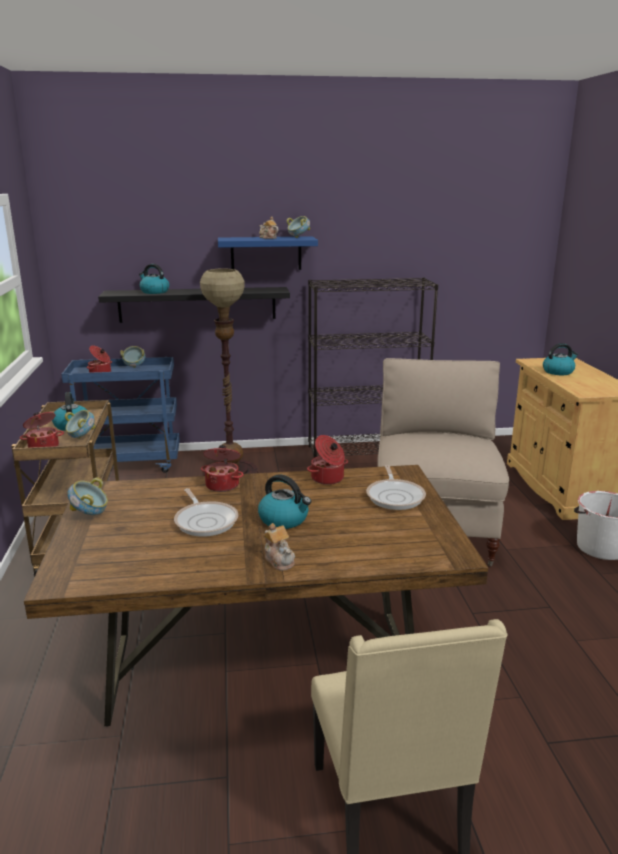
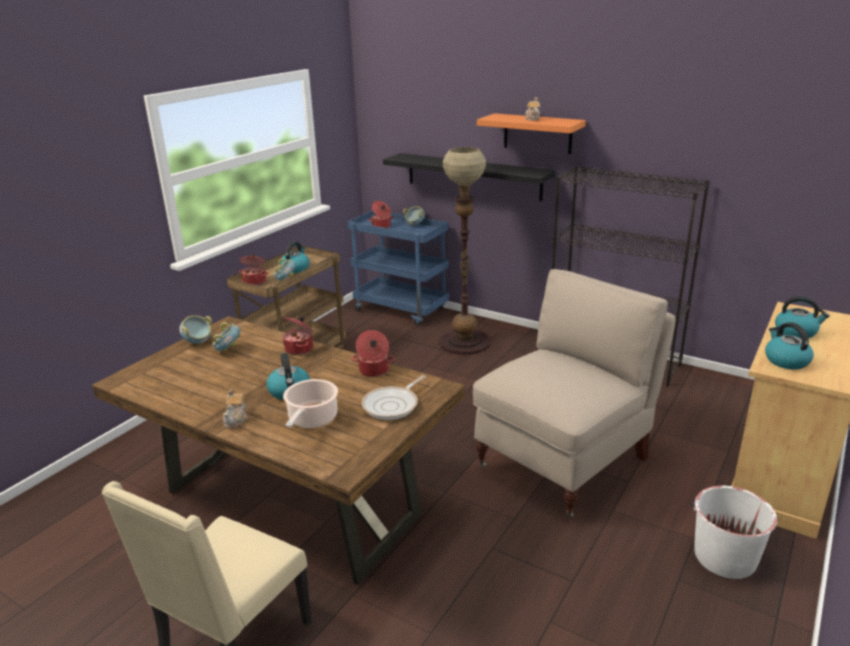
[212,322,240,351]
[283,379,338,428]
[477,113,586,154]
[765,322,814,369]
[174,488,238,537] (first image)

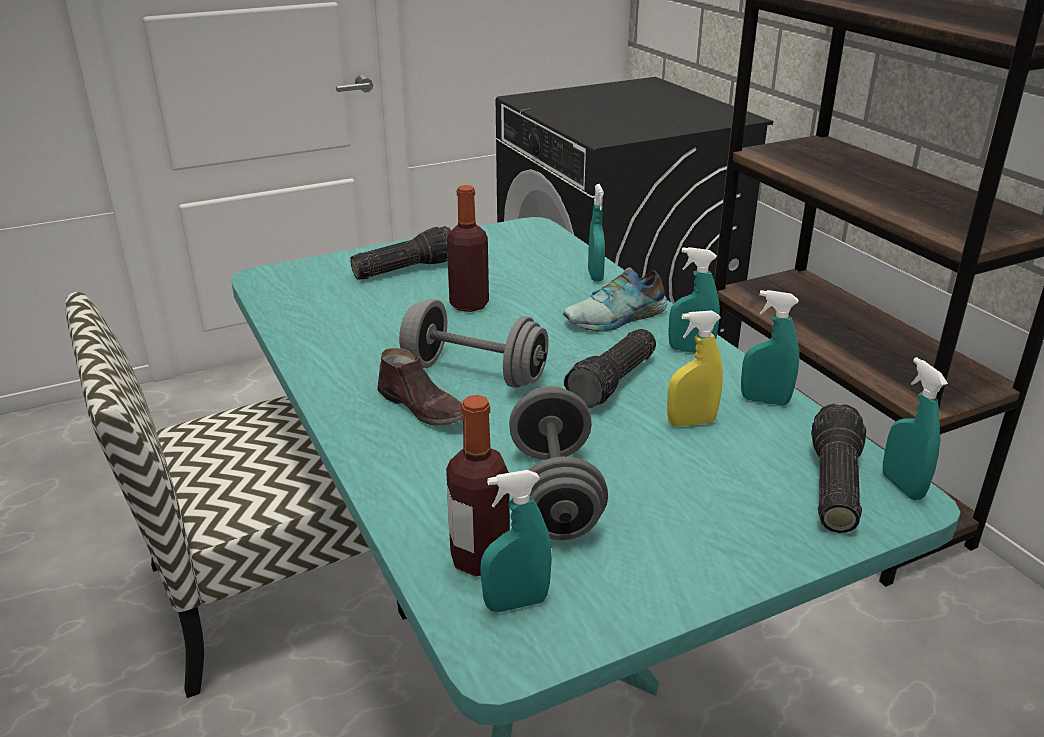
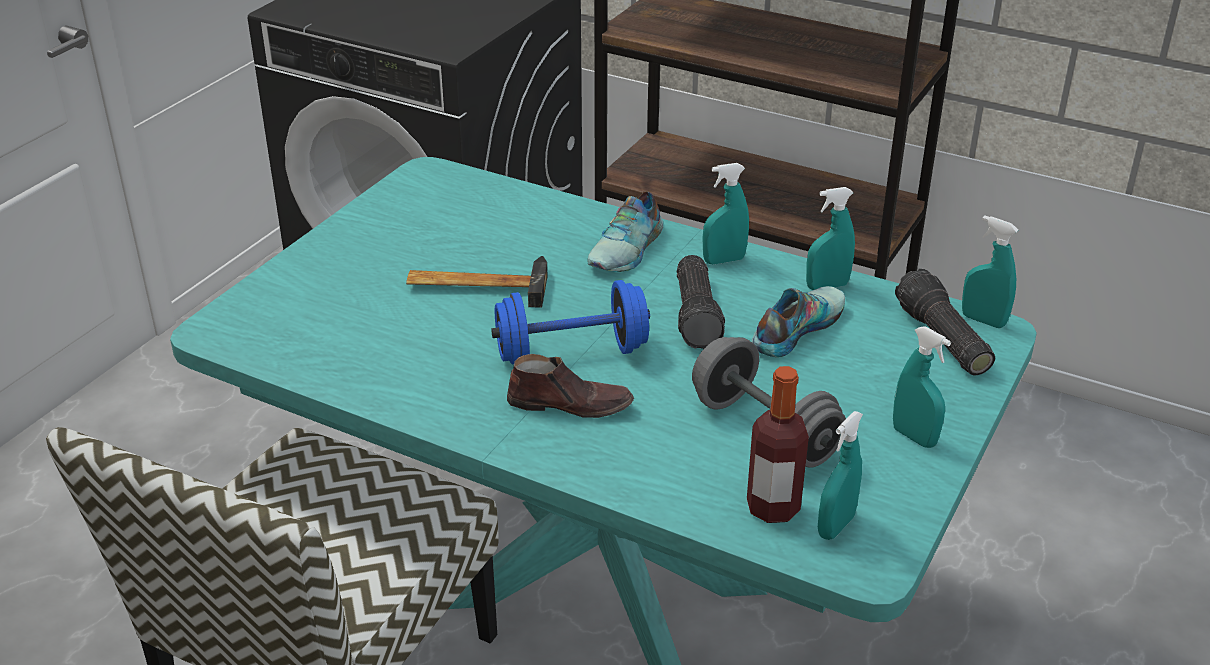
[406,256,548,308]
[491,280,650,364]
[751,286,845,357]
[893,326,951,448]
[350,226,451,280] (first image)

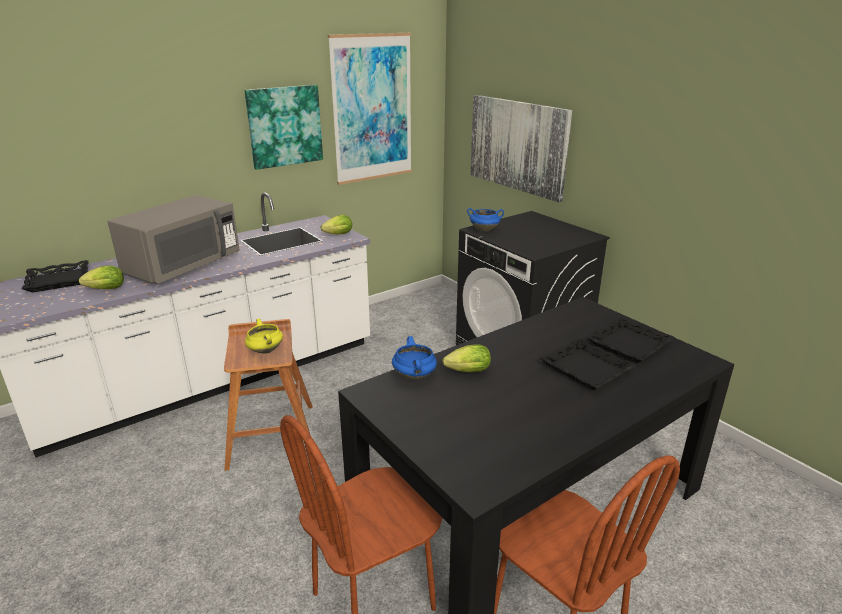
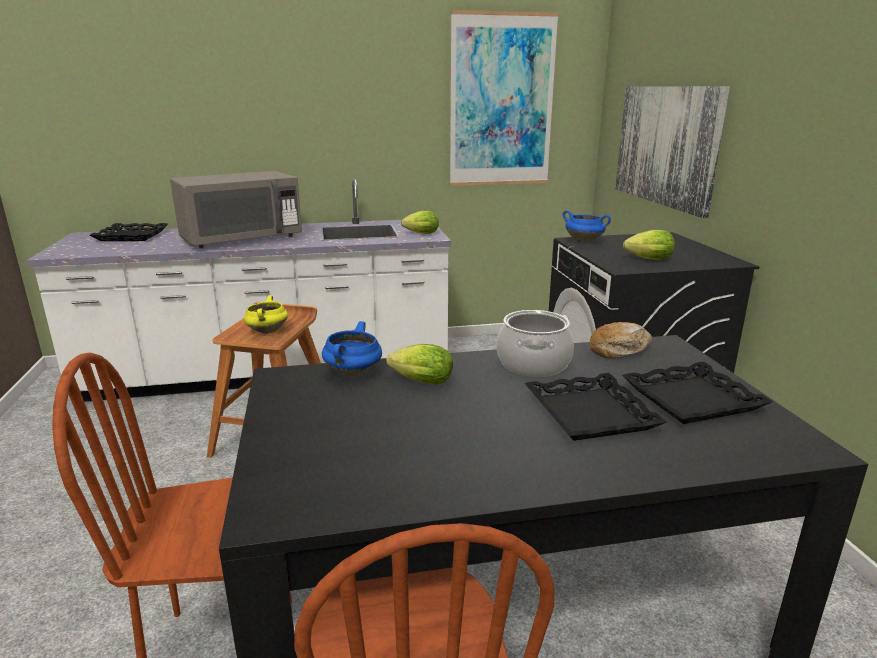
[497,310,574,377]
[590,322,652,359]
[623,230,675,260]
[245,85,323,170] (first image)

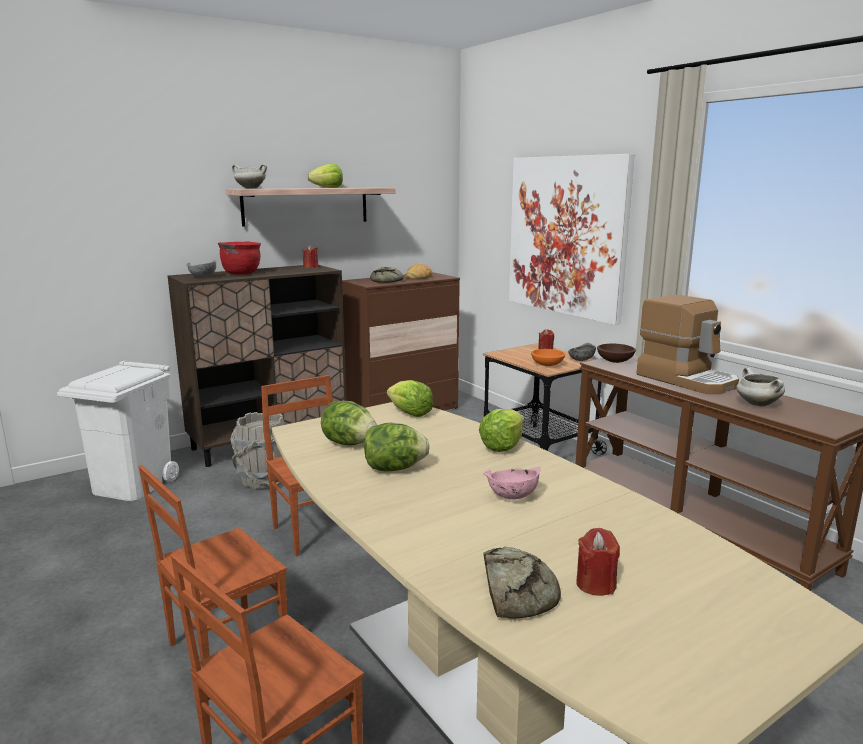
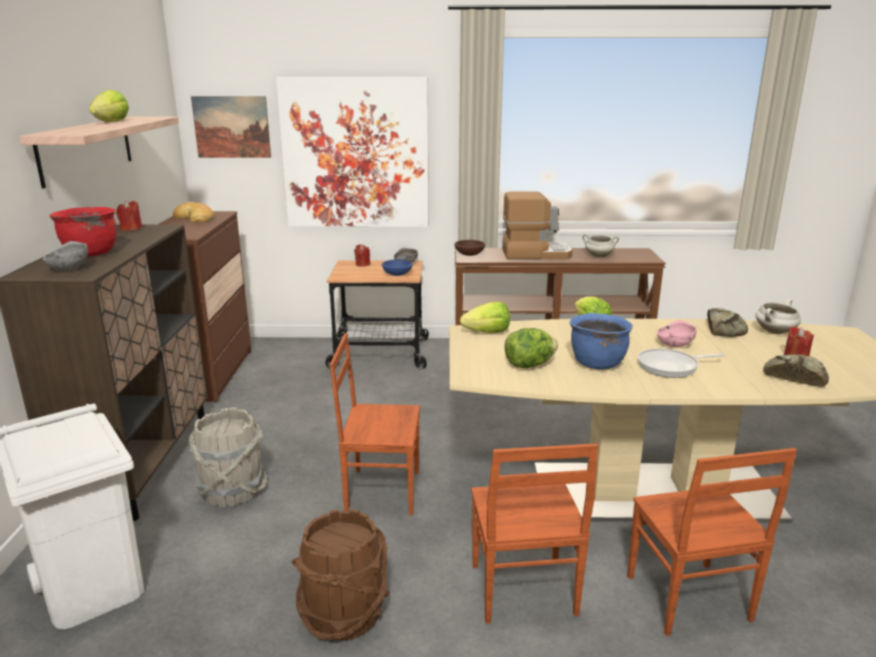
[191,96,271,158]
[292,509,390,641]
[382,259,413,276]
[570,313,633,370]
[638,348,725,378]
[707,308,748,337]
[755,299,801,334]

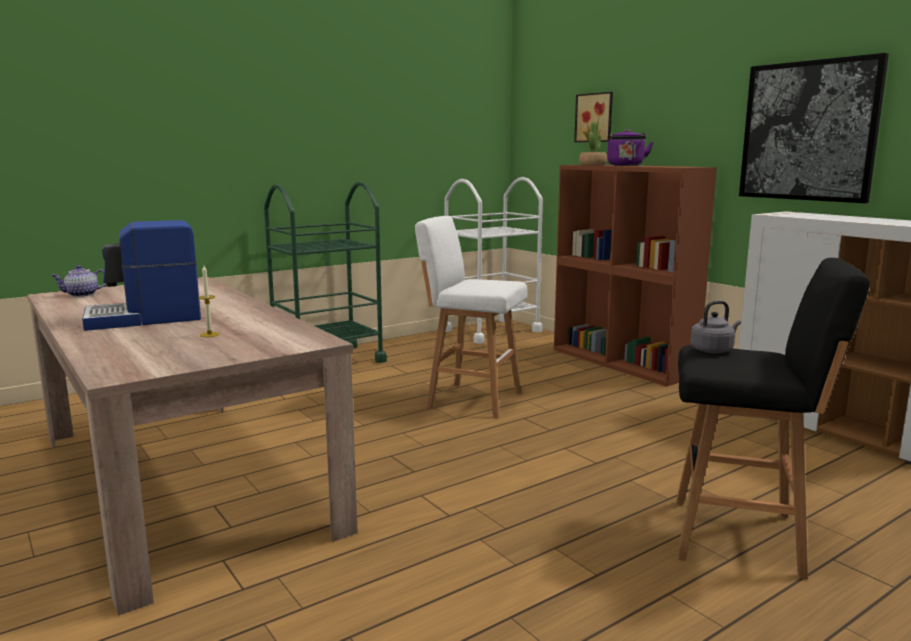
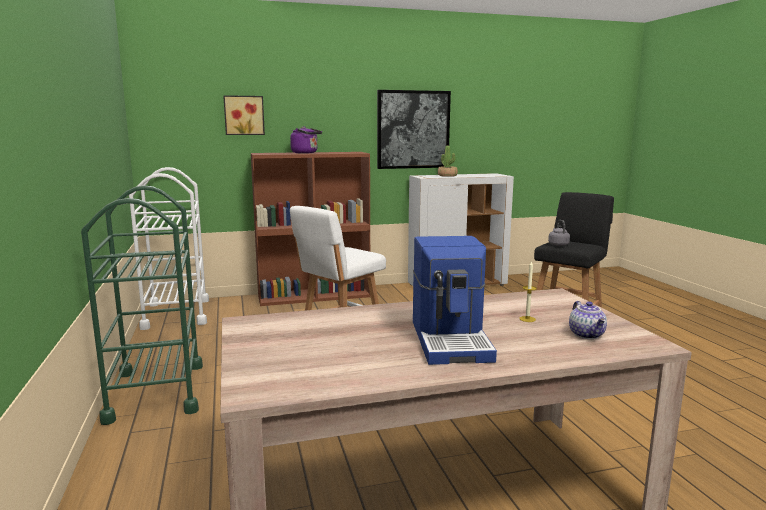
[438,145,458,177]
[569,301,607,339]

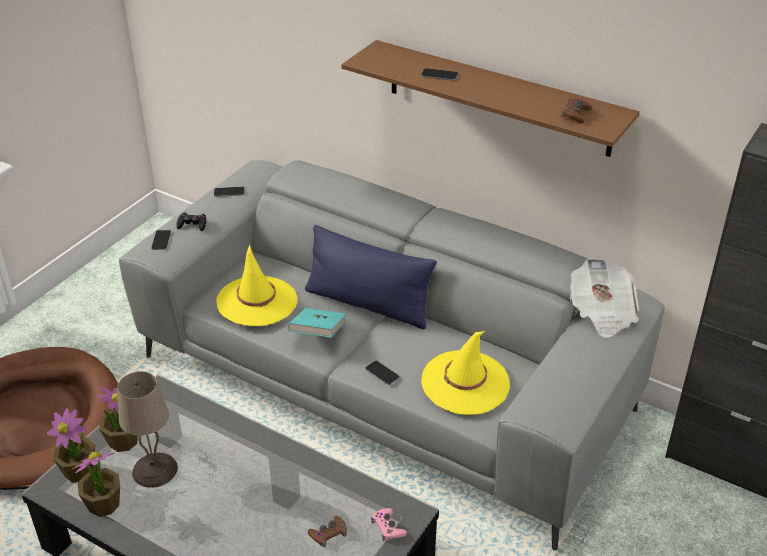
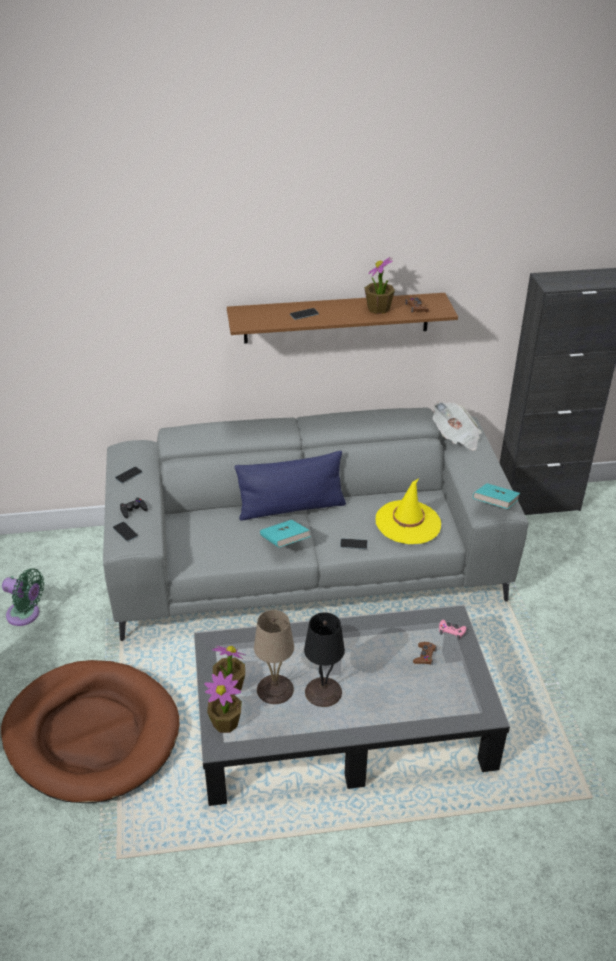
[2,568,44,626]
[304,612,345,707]
[365,257,395,314]
[473,483,520,509]
[216,245,297,326] (first image)

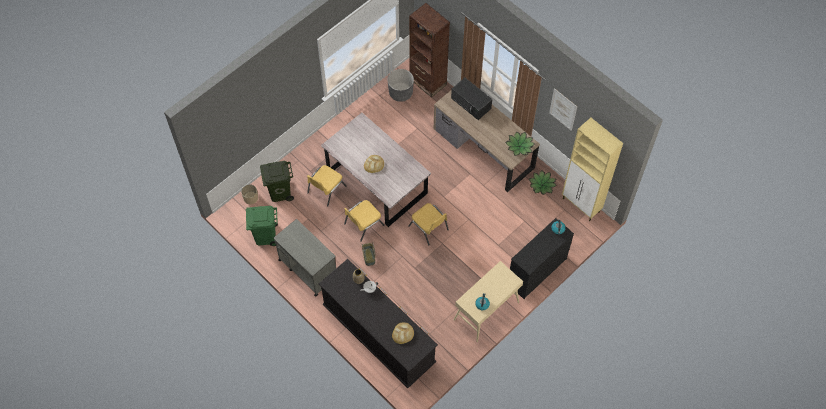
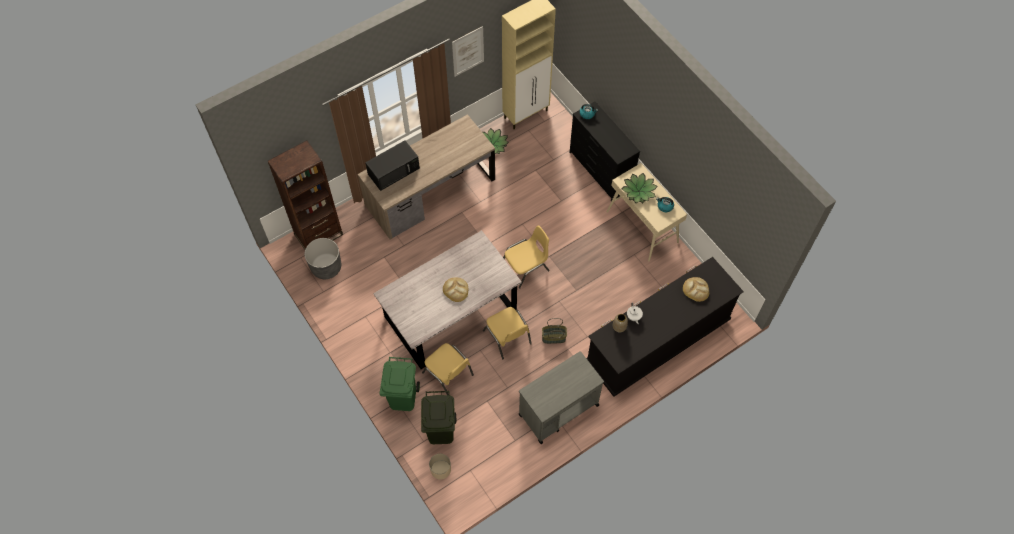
[379,357,420,411]
[621,173,658,203]

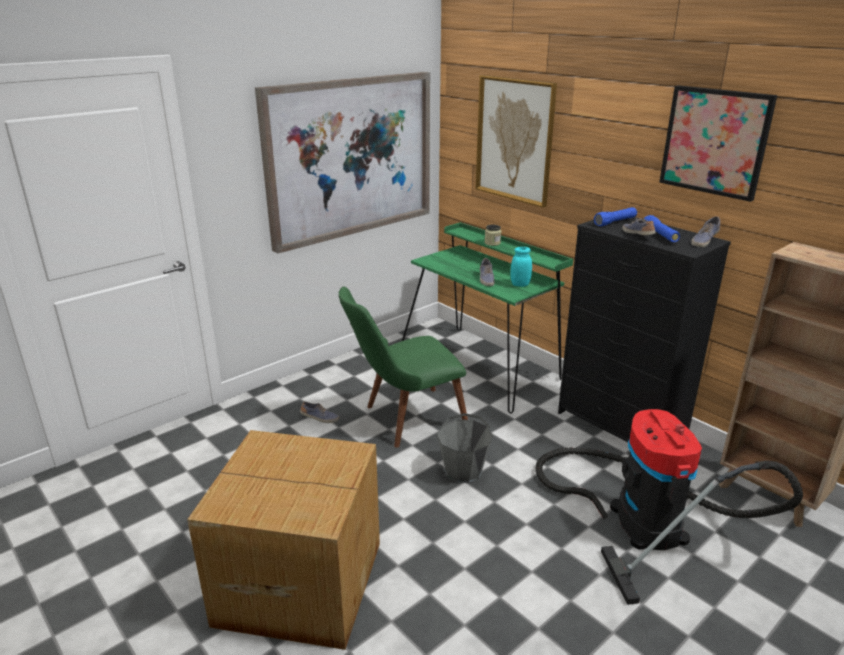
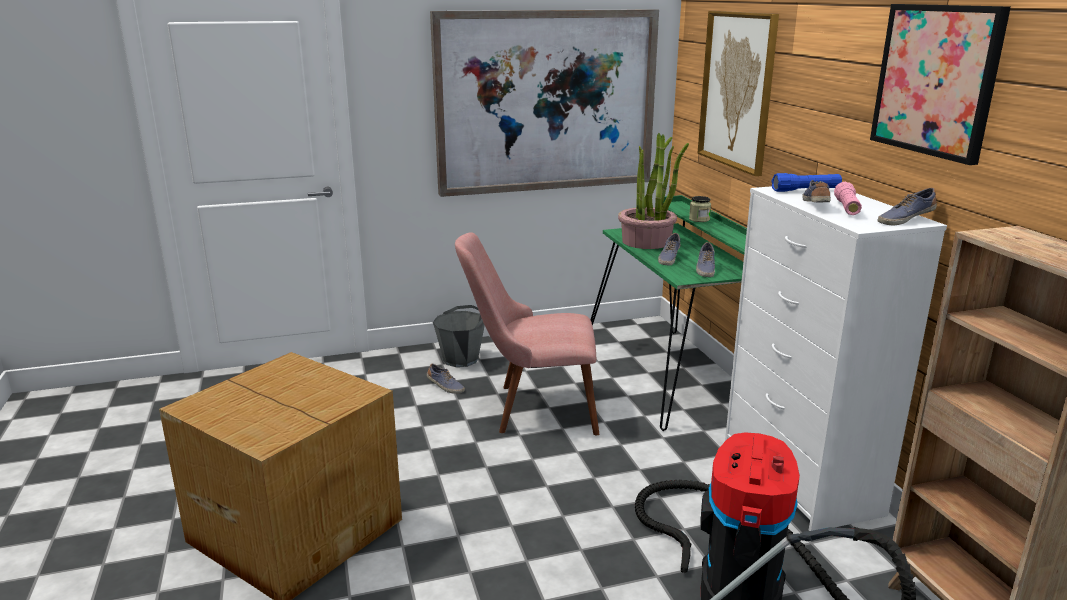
[433,305,485,367]
[455,232,599,435]
[618,133,689,249]
[696,242,715,277]
[725,186,947,531]
[834,182,862,215]

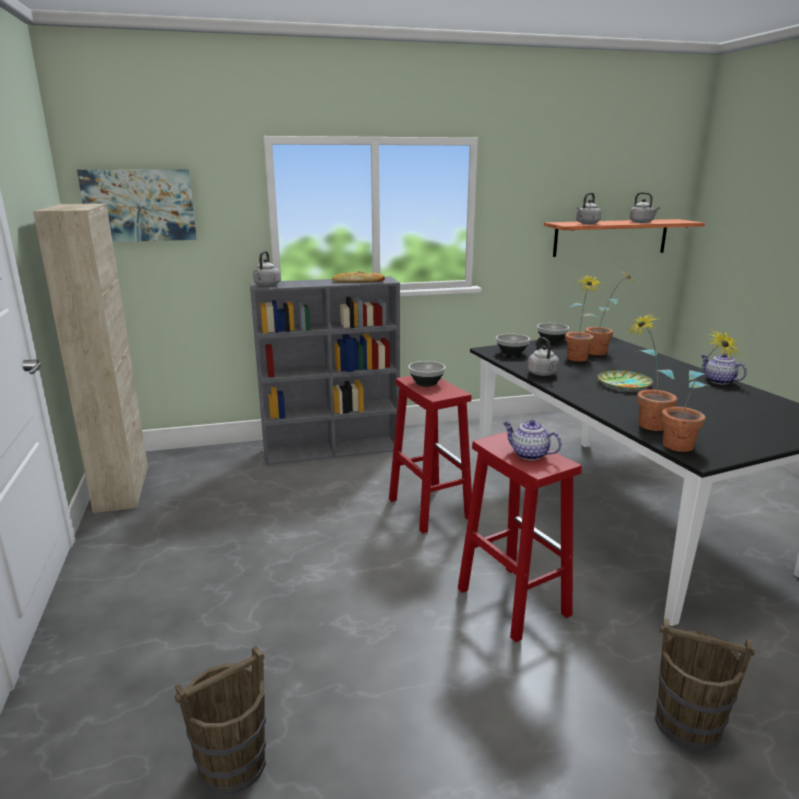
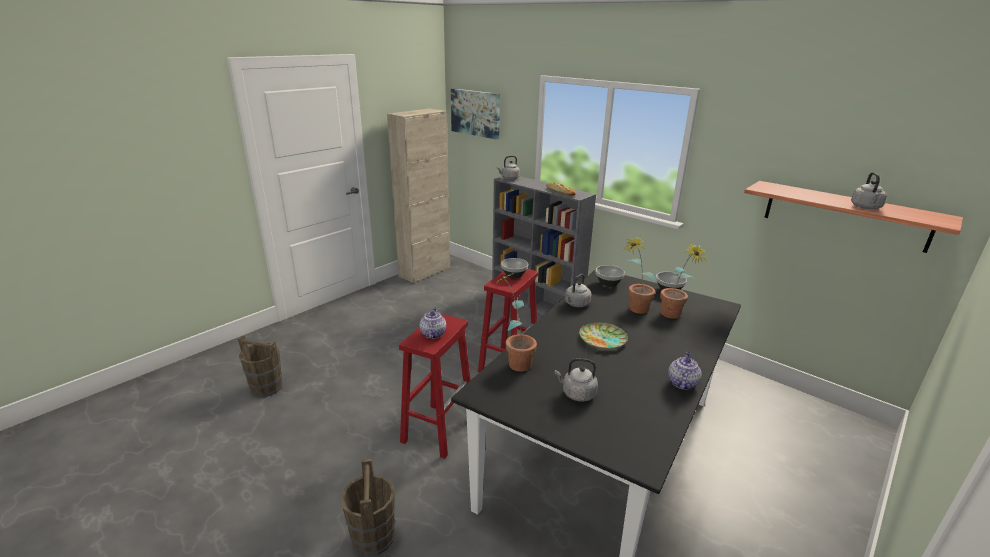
[555,358,598,402]
[661,330,742,452] (first image)

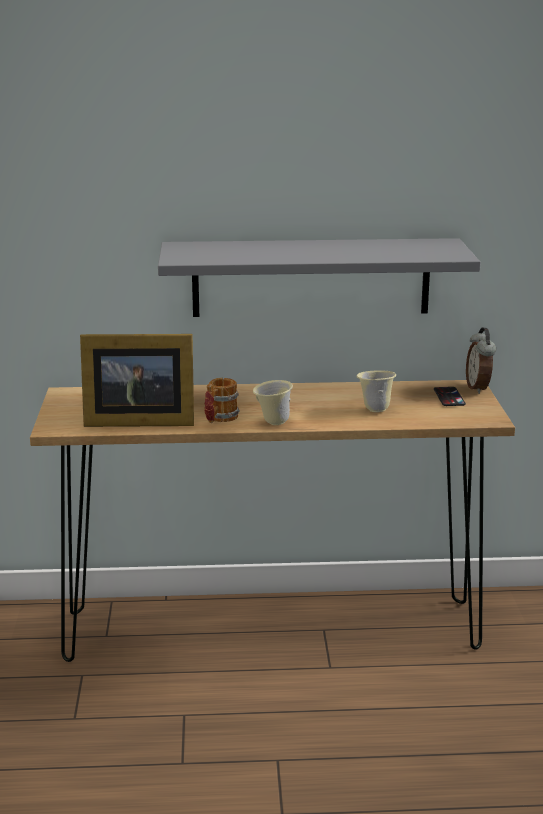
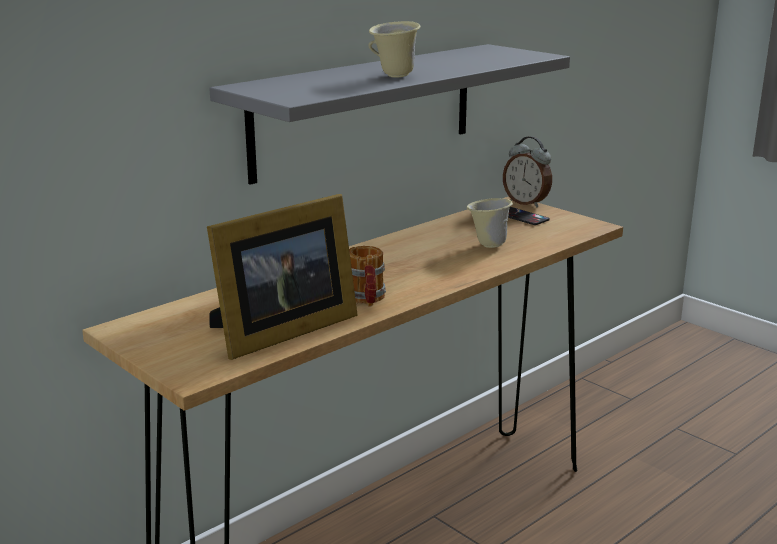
[368,21,421,78]

